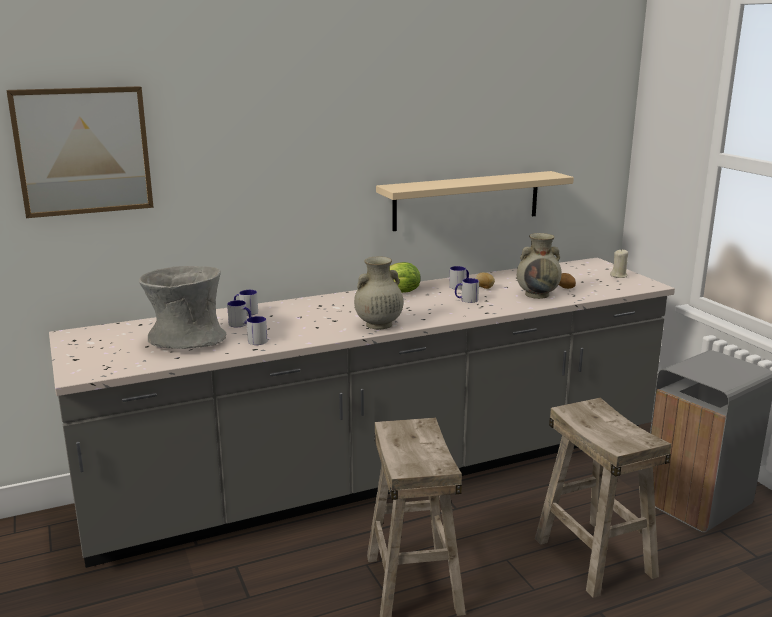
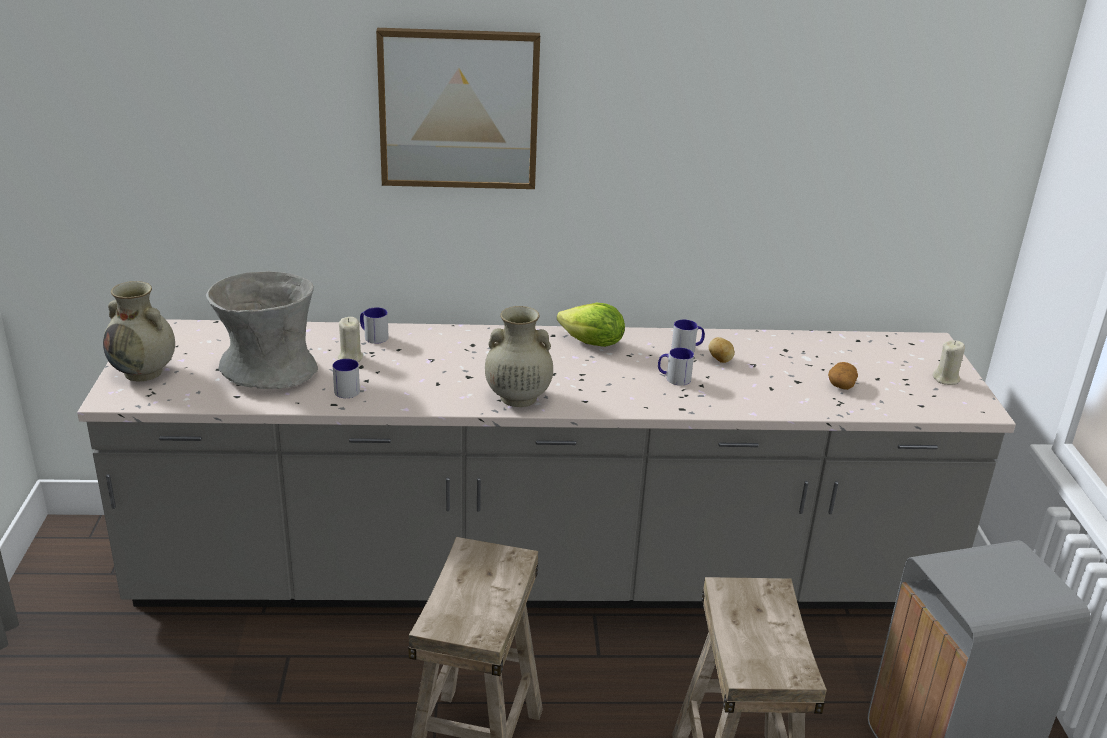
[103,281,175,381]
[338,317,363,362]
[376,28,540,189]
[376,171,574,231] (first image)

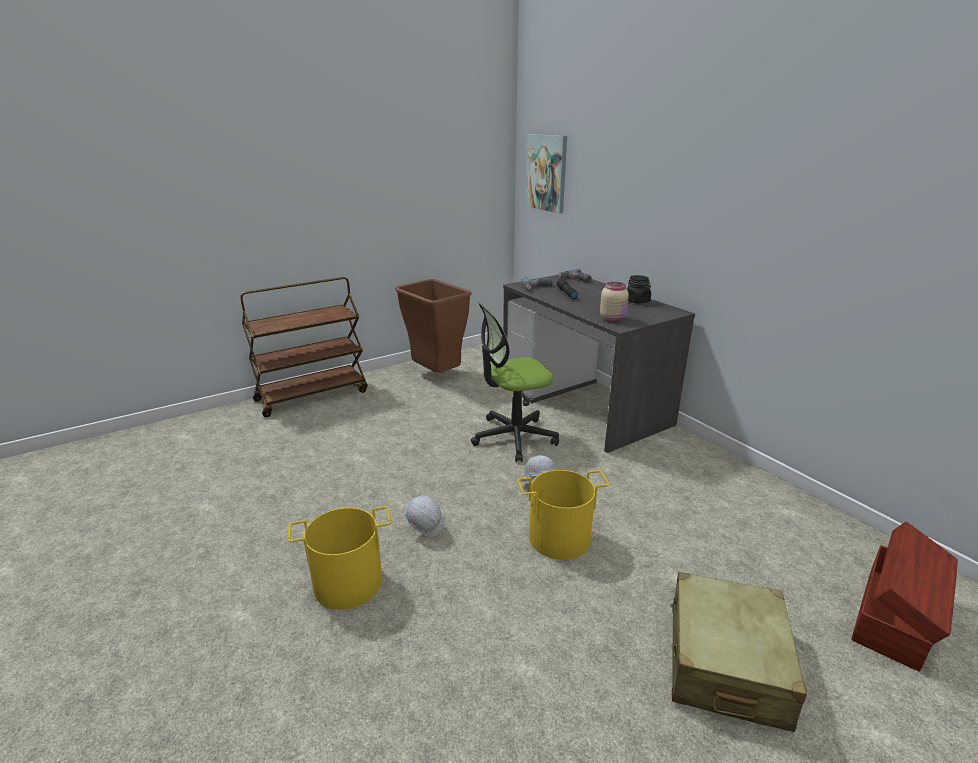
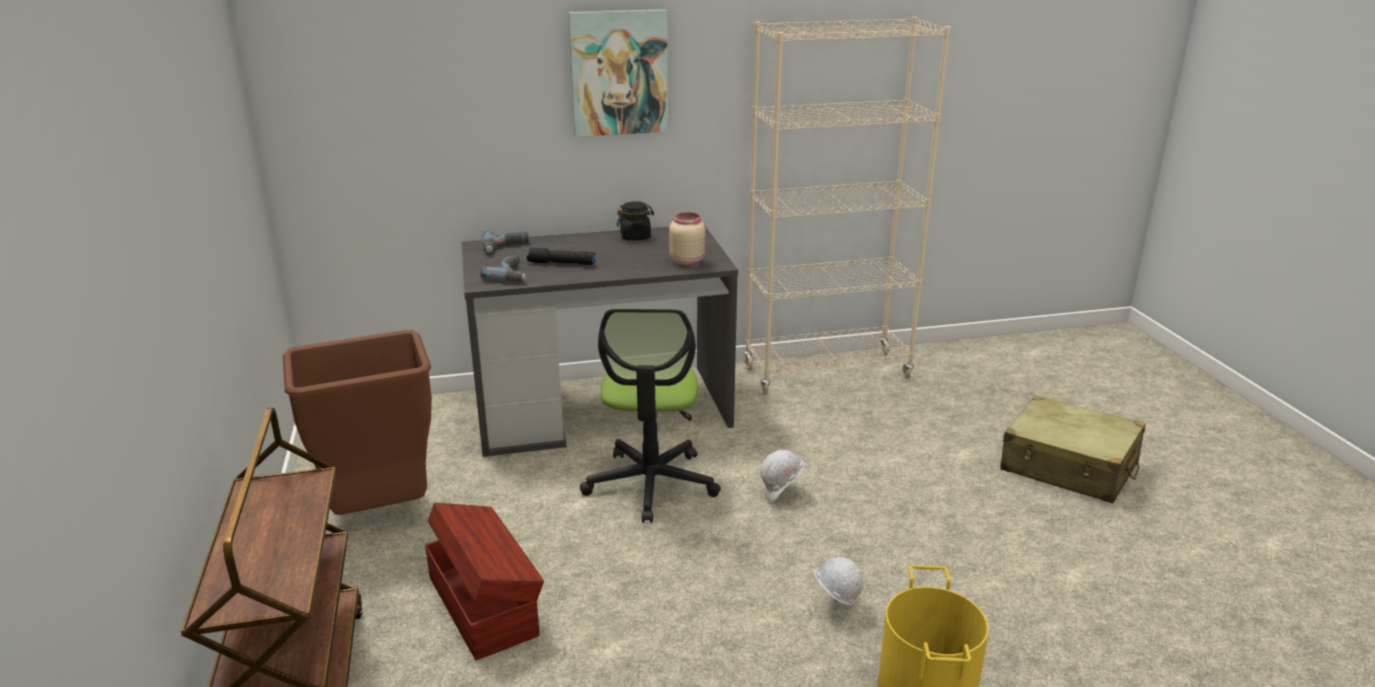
[425,503,544,660]
[568,9,668,137]
[744,17,951,394]
[518,470,609,560] (first image)

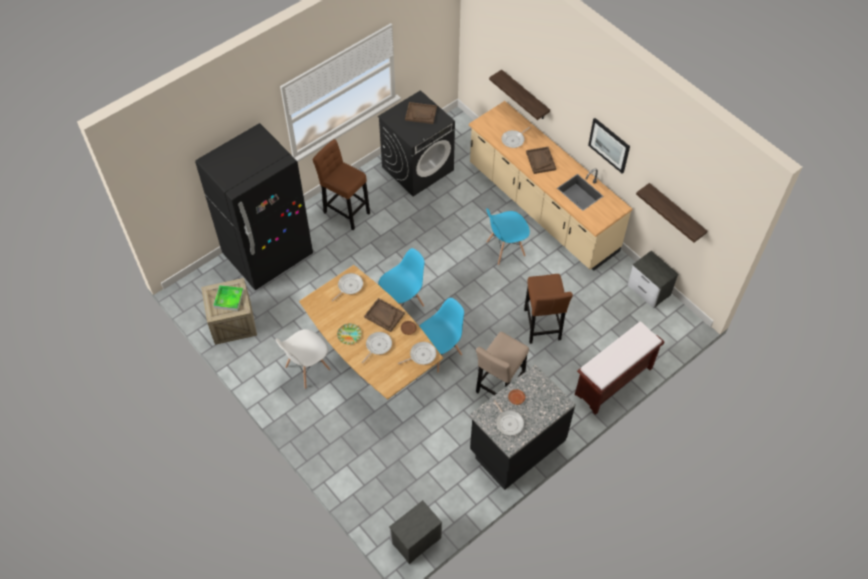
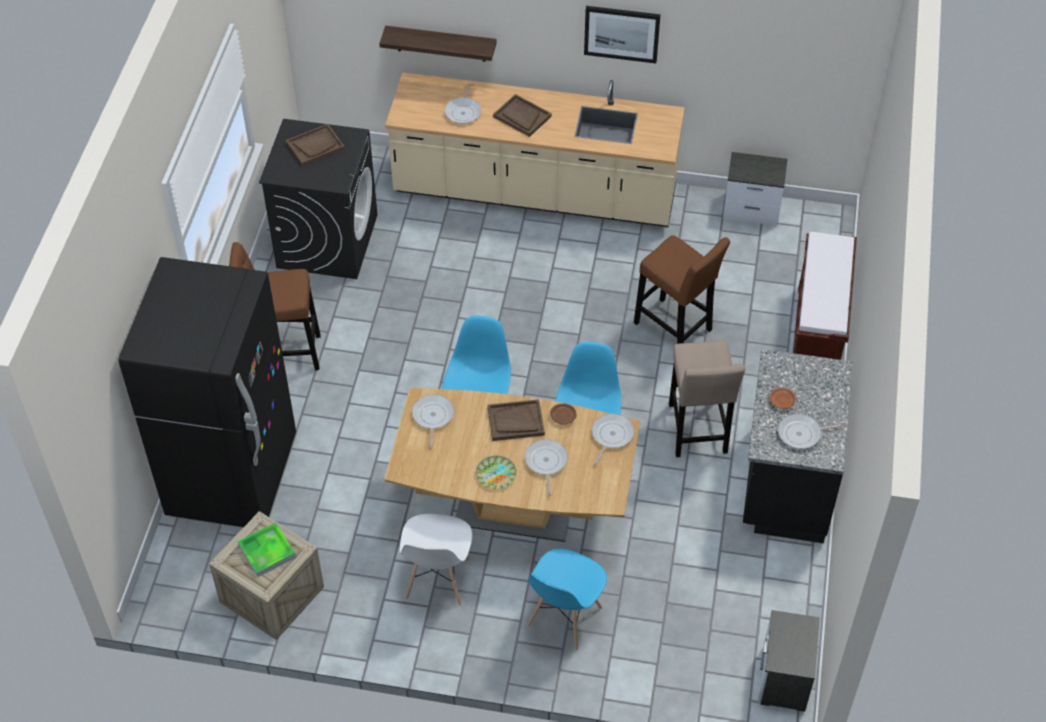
[527,549,607,650]
[778,414,844,449]
[636,183,707,243] (first image)

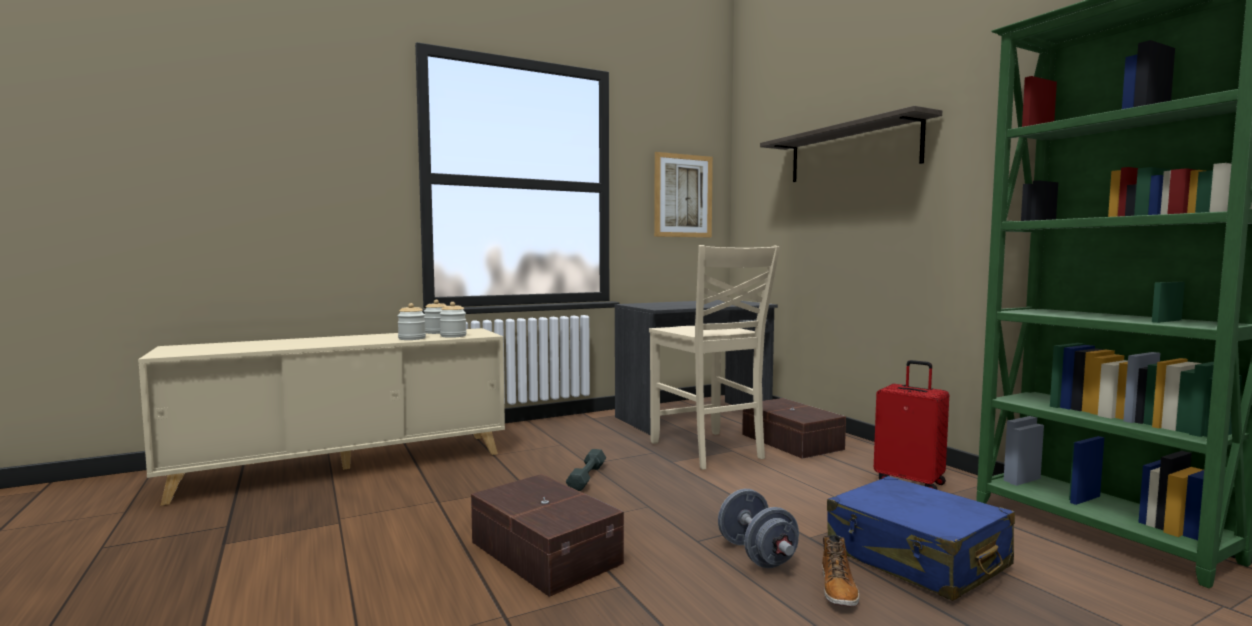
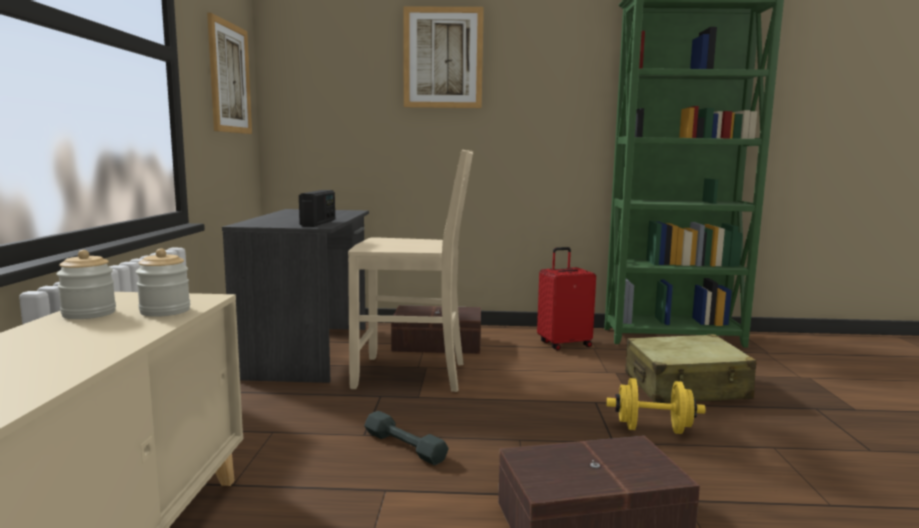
[299,190,335,227]
[403,6,484,108]
[606,378,706,434]
[625,334,757,403]
[397,303,426,340] (first image)
[822,535,859,607] (first image)

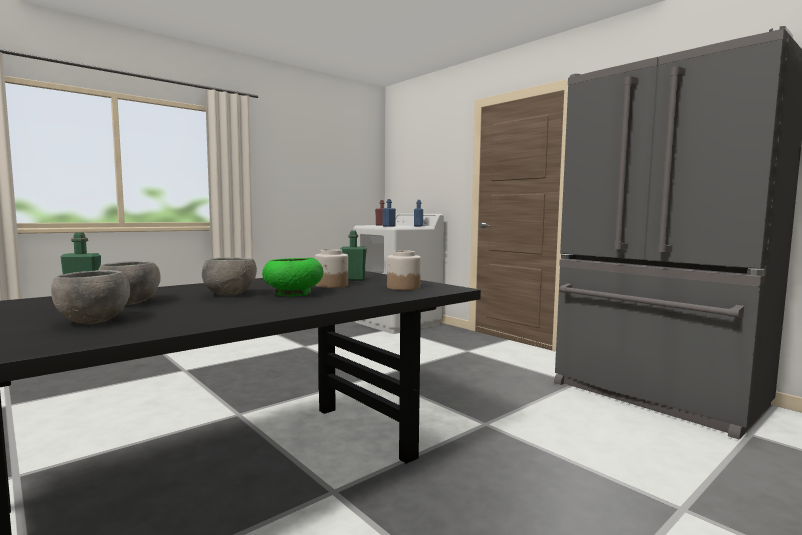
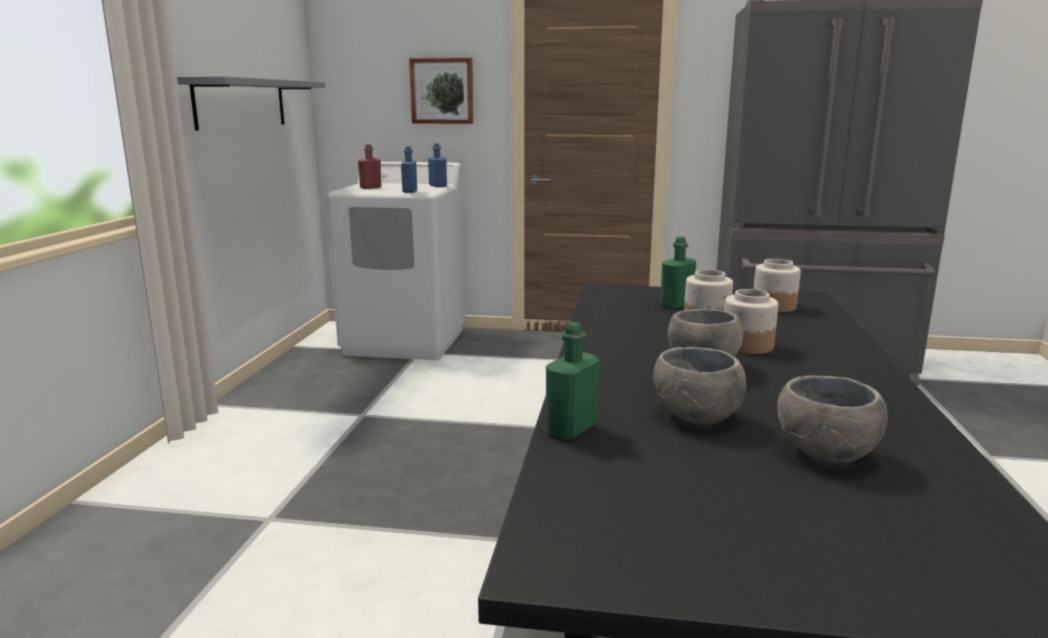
[177,76,325,130]
[409,58,473,124]
[724,289,778,354]

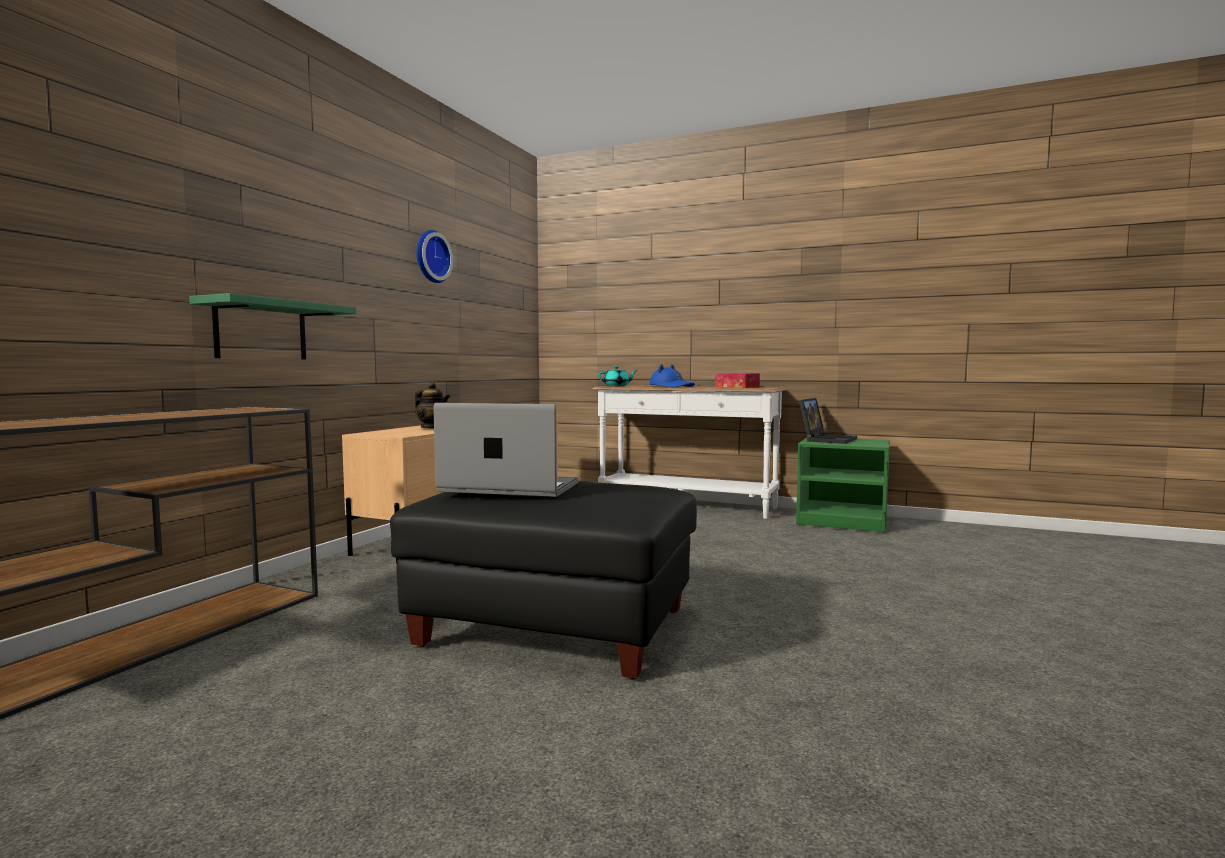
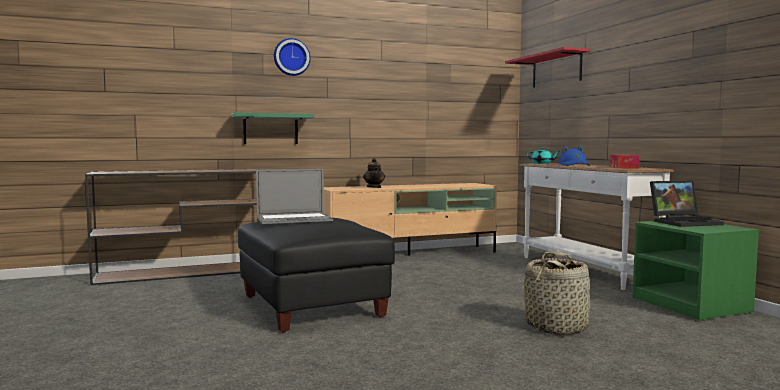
[256,169,333,224]
[274,38,310,76]
[505,47,590,88]
[524,251,590,335]

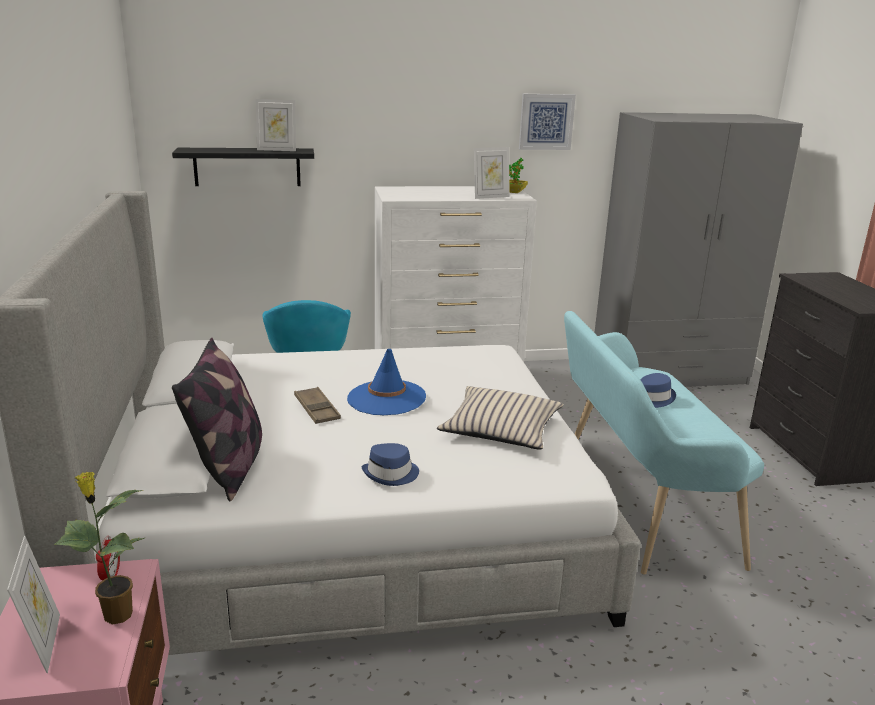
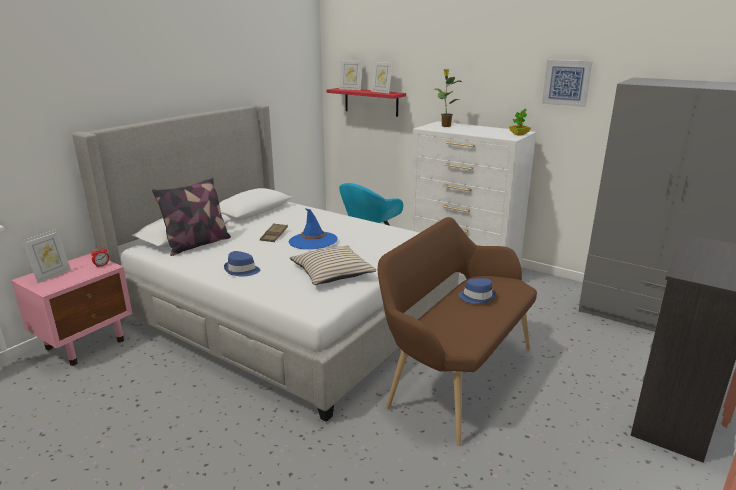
[326,88,406,117]
[339,59,362,90]
[378,217,537,446]
[433,69,462,127]

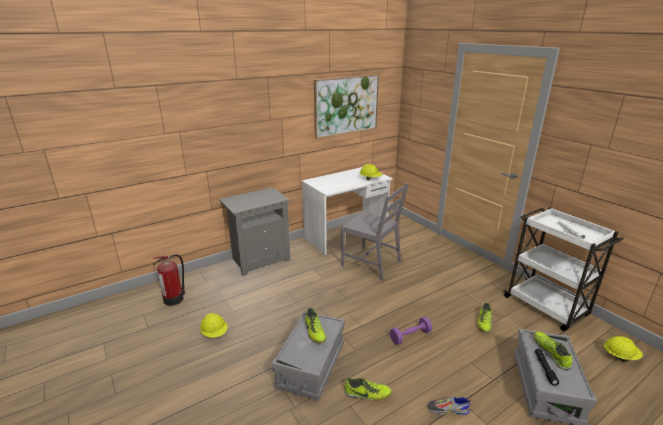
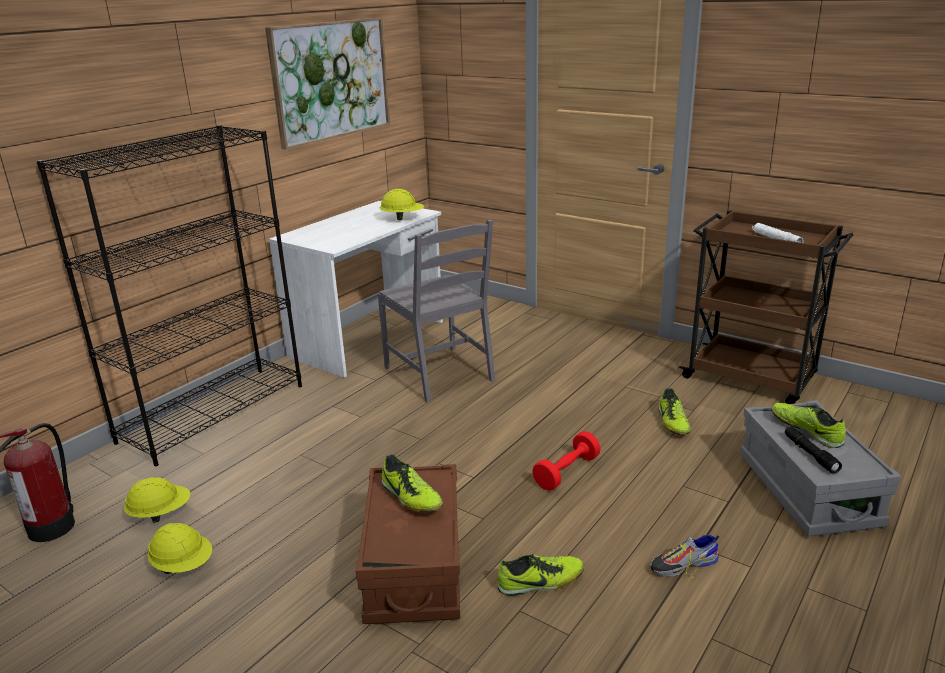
[36,125,302,466]
[124,477,191,523]
[356,464,460,624]
[378,219,495,403]
[532,431,601,491]
[679,210,853,404]

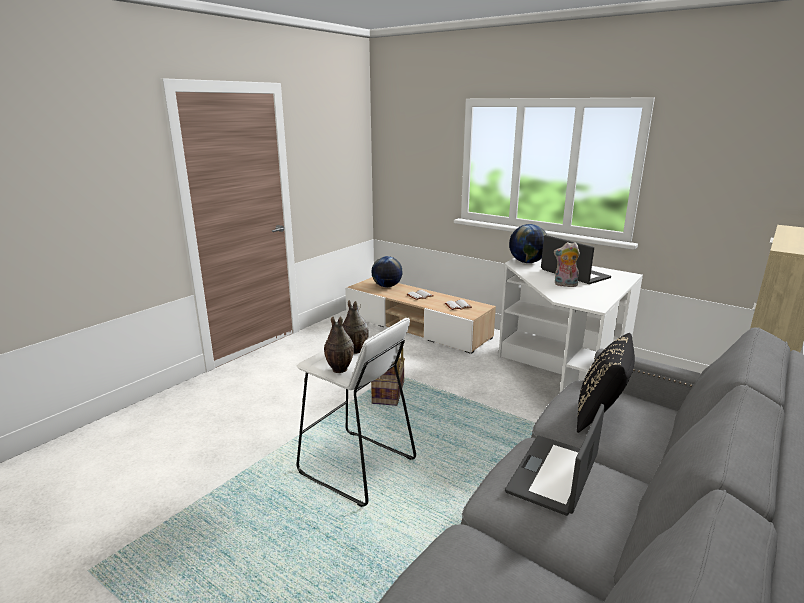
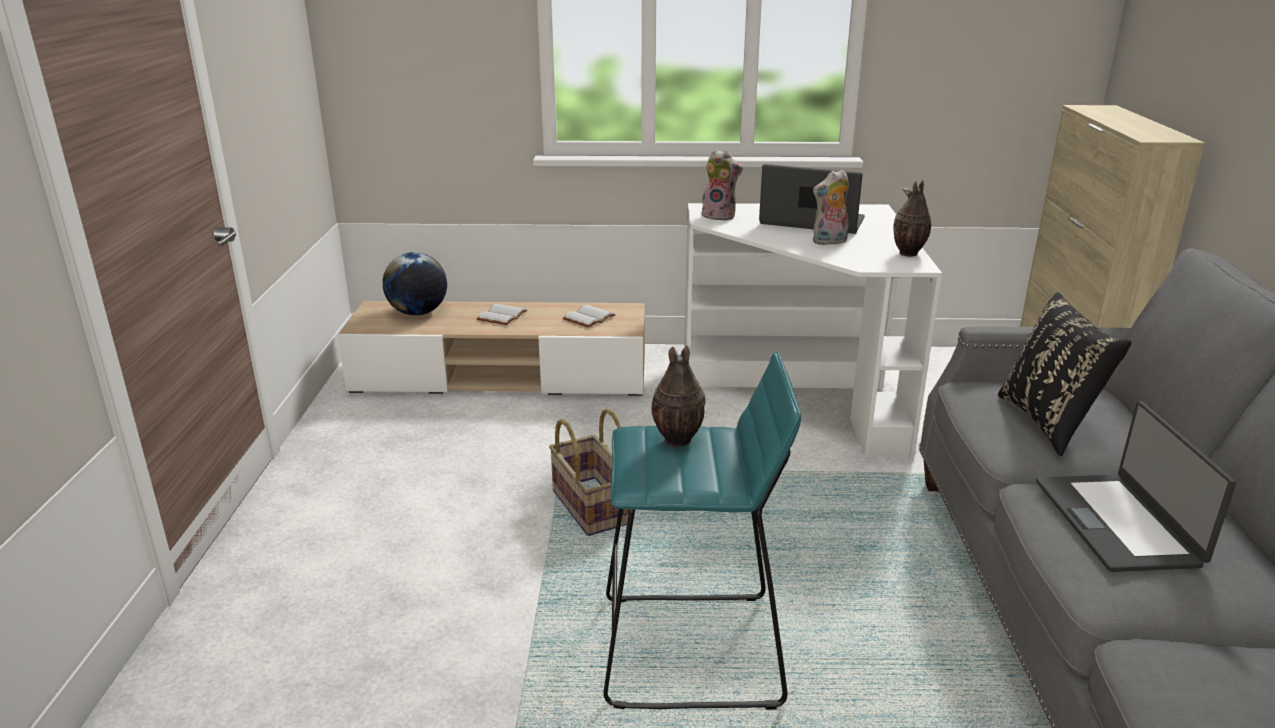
[603,352,801,710]
[701,149,743,221]
[893,180,931,257]

